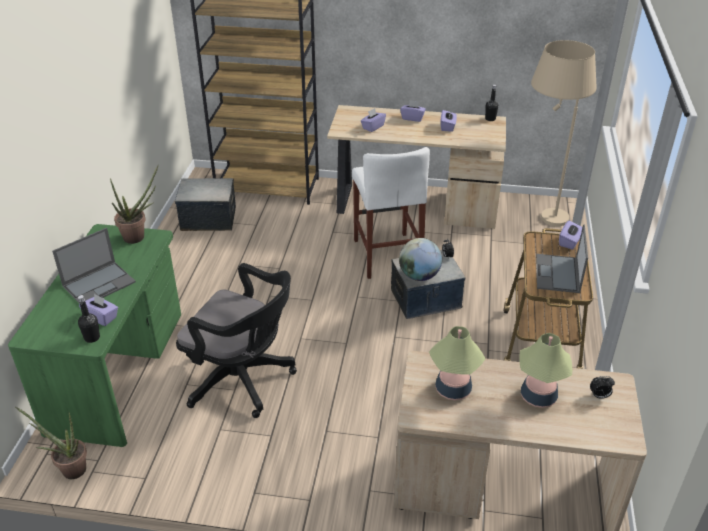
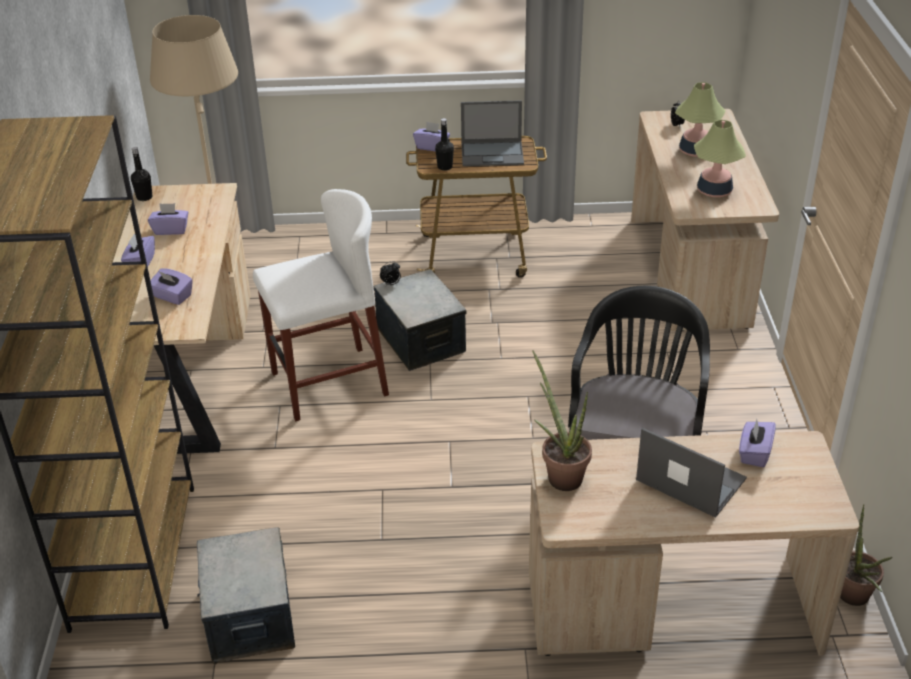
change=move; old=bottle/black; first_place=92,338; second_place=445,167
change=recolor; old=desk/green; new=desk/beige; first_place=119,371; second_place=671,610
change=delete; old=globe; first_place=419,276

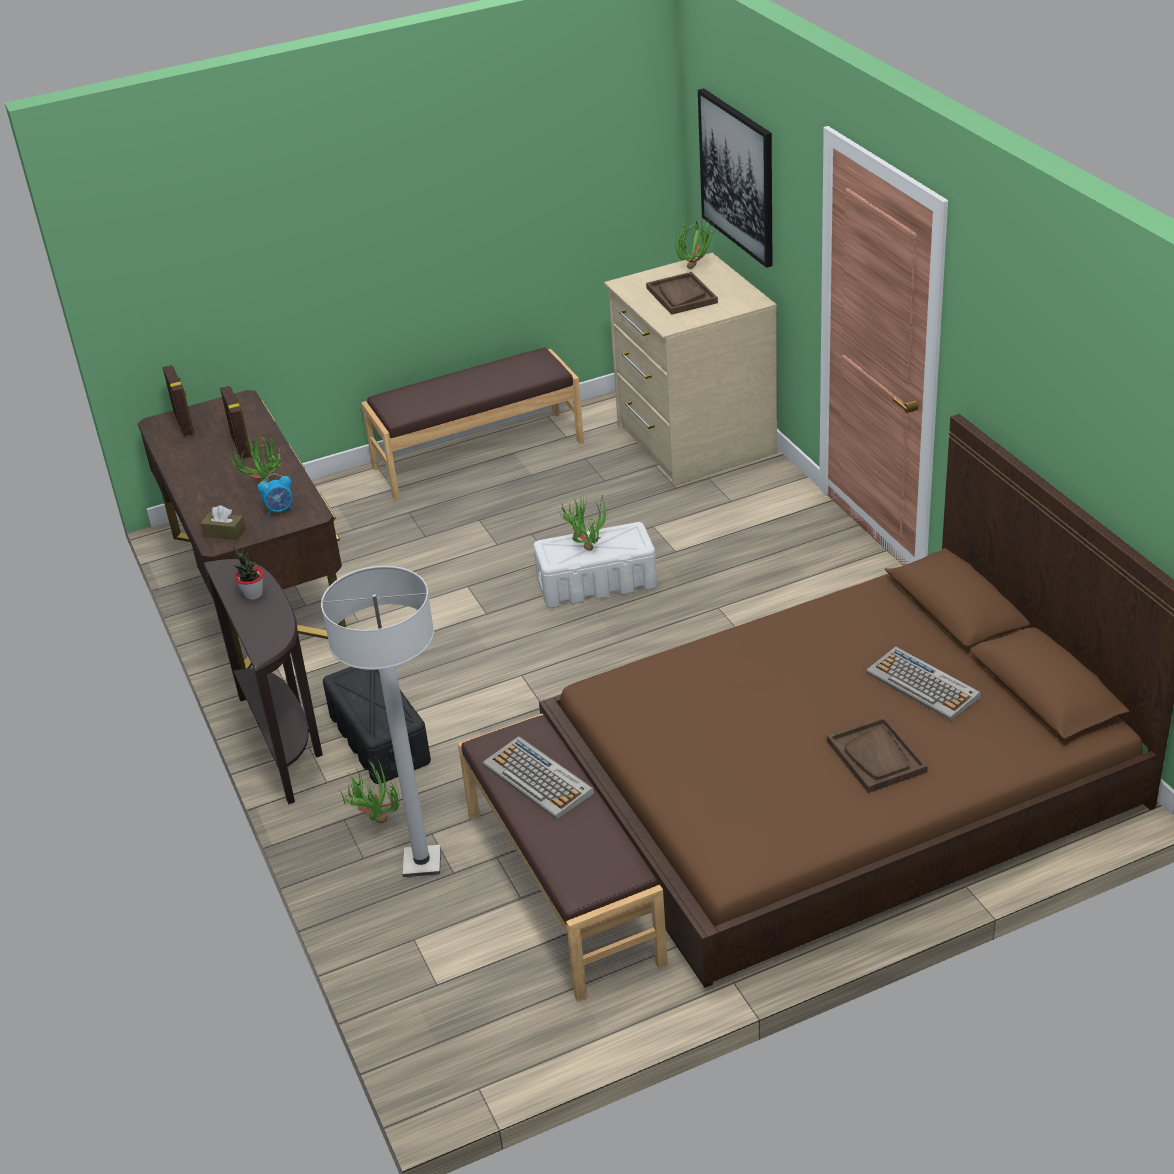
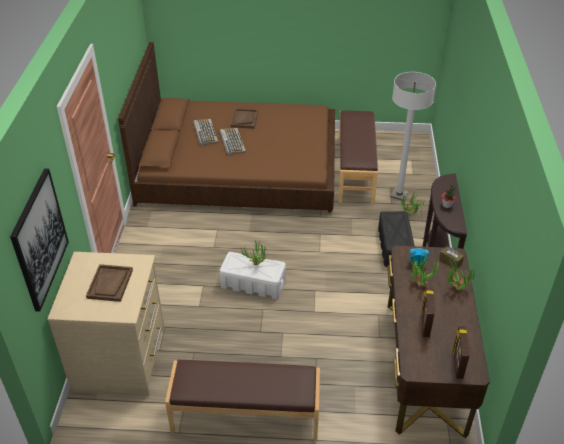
change=move; old=keyboard; first_place=539,779; second_place=232,141
change=move; old=potted plant; first_place=696,266; second_place=454,289

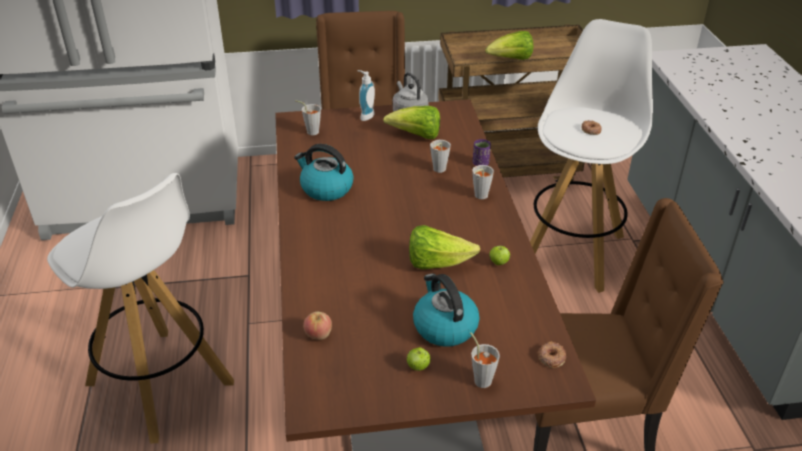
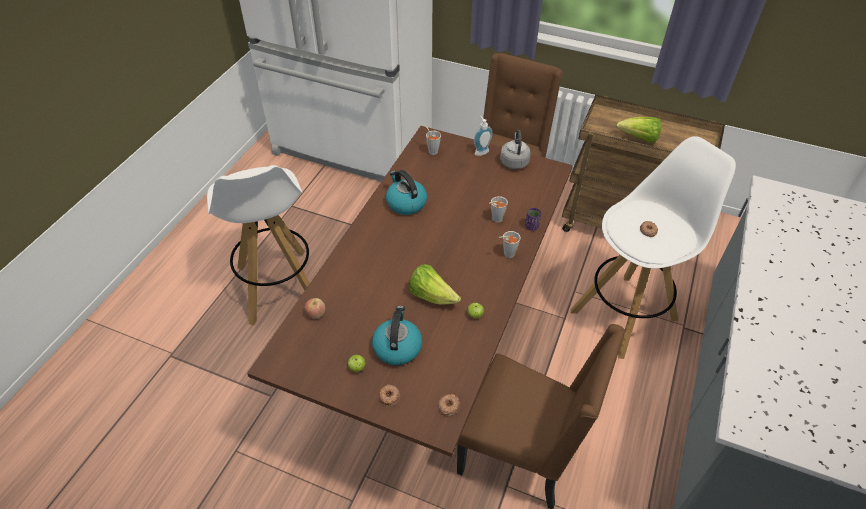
change=replace; old=cup/grey; new=donut; first_place=481,378; second_place=389,396
change=delete; old=lettuce; first_place=416,136

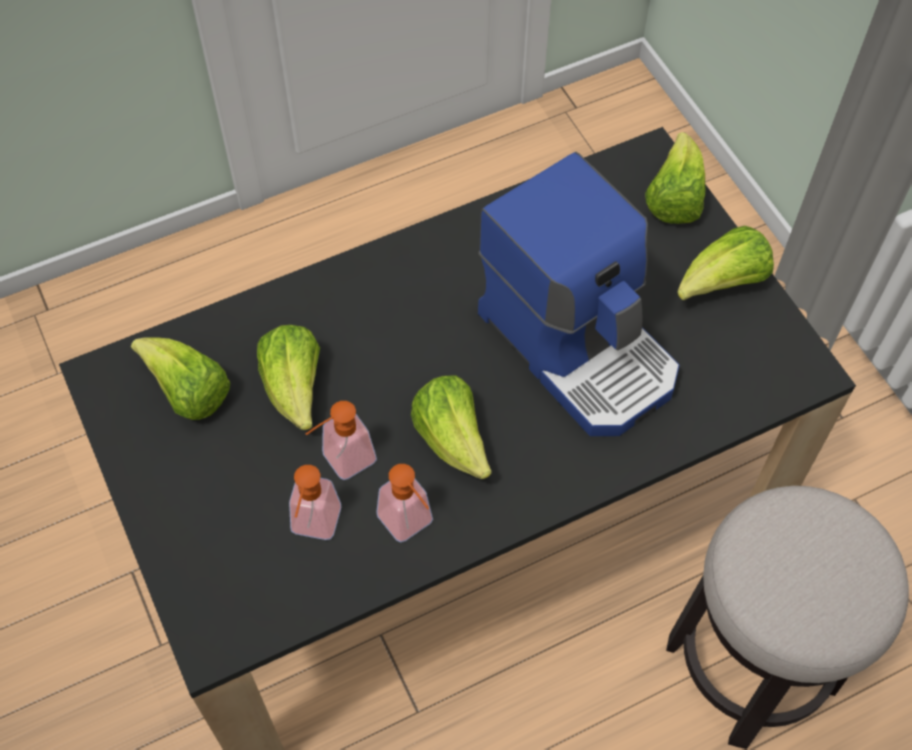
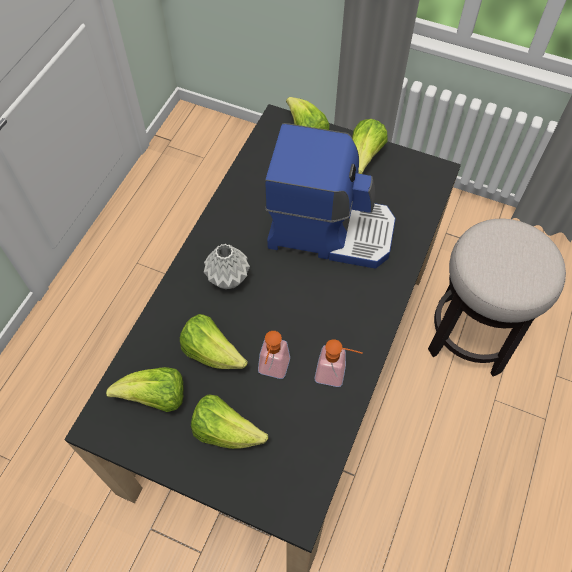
change=move; old=lettuce; first_place=452,439; second_place=225,431
change=insert; new=vase/grey; second_place=227,278
change=delete; old=soap dispenser; first_place=313,528

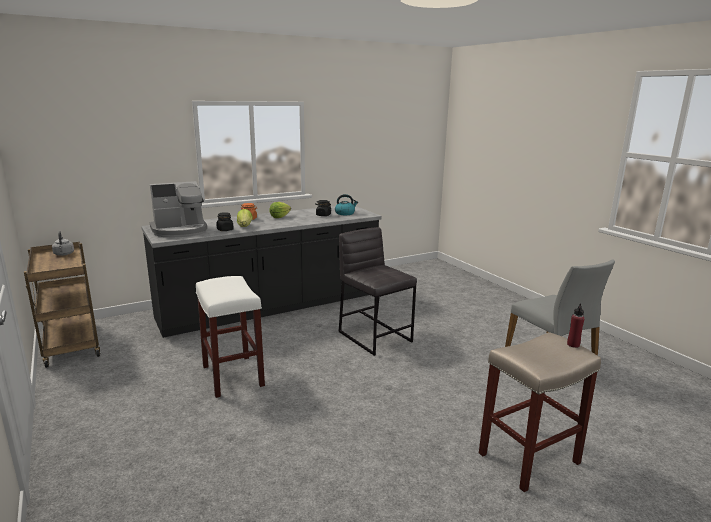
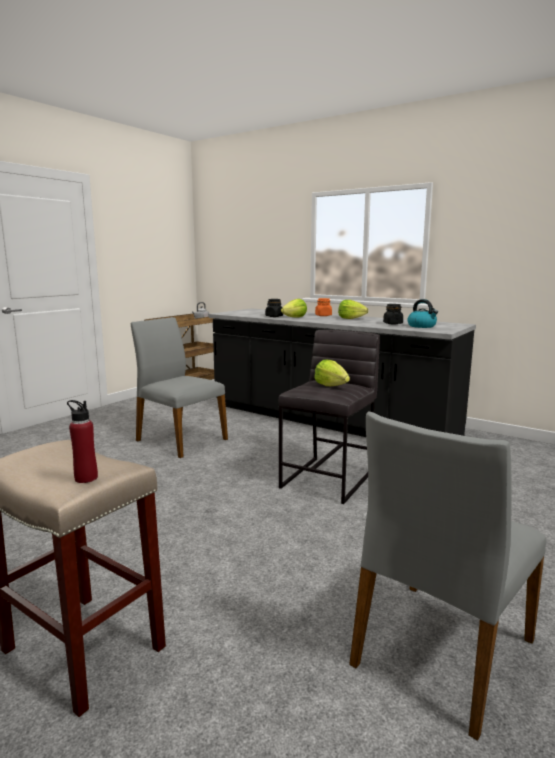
change=replace; old=stool/white; new=chair/grey; first_place=232,375; second_place=180,440
change=insert; new=lettuce; second_place=331,385
change=delete; old=coffee machine; first_place=180,231

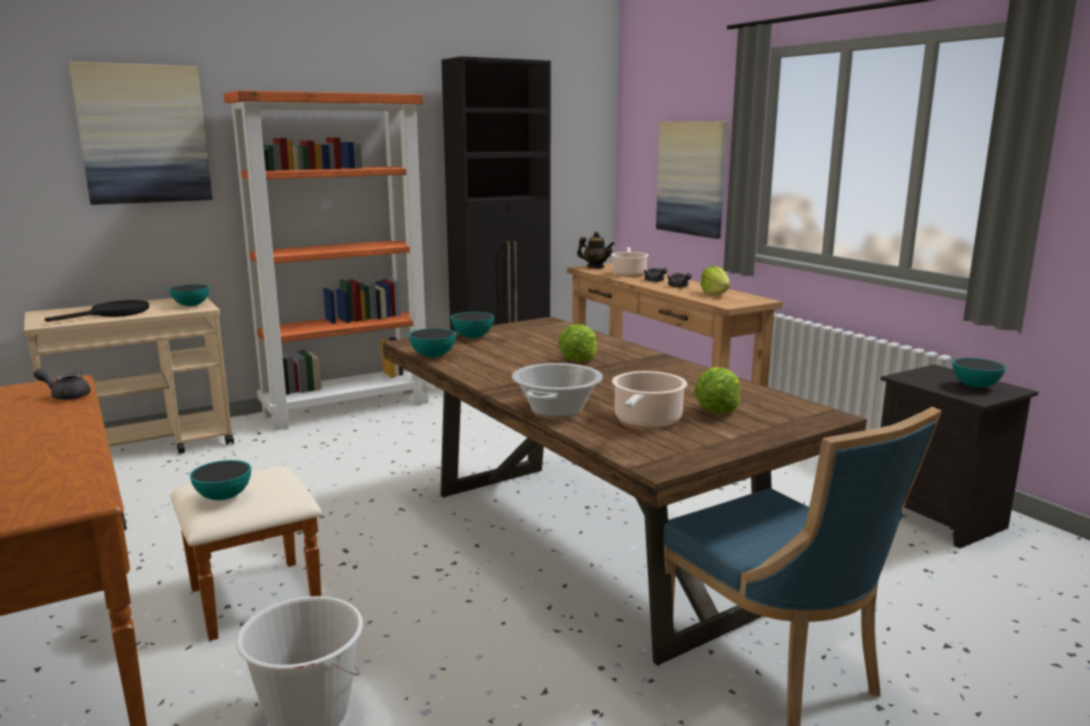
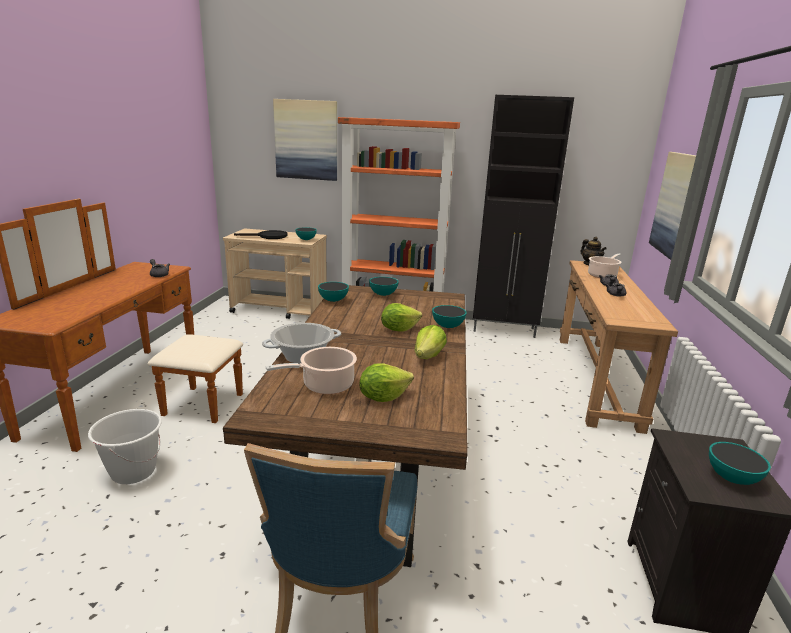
change=move; old=lettuce; first_place=715,294; second_place=428,356
change=move; old=bowl; first_place=223,497; second_place=447,326

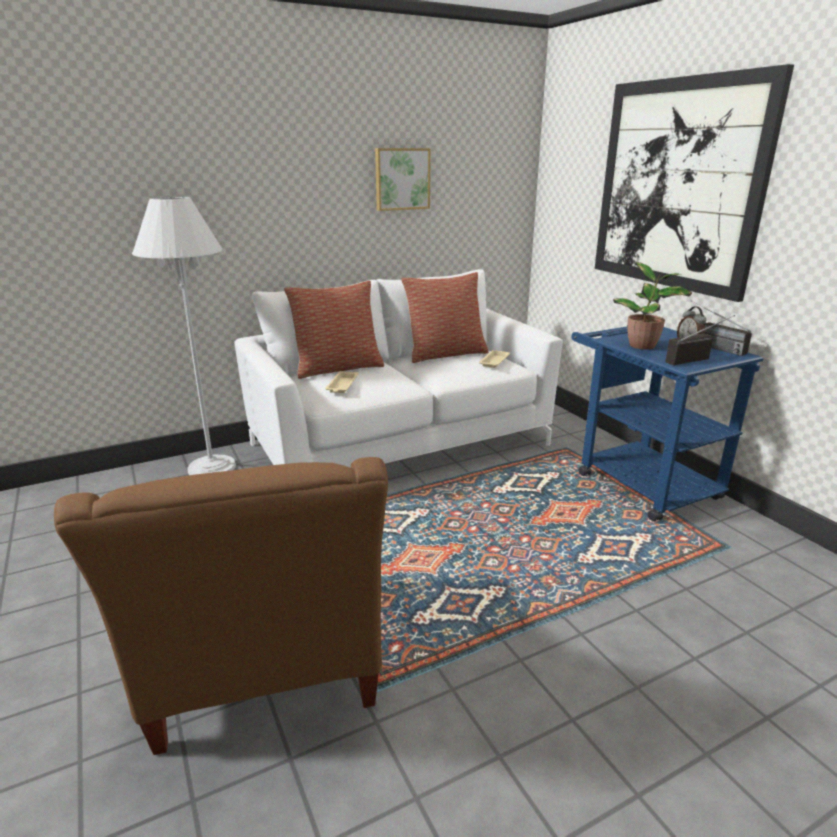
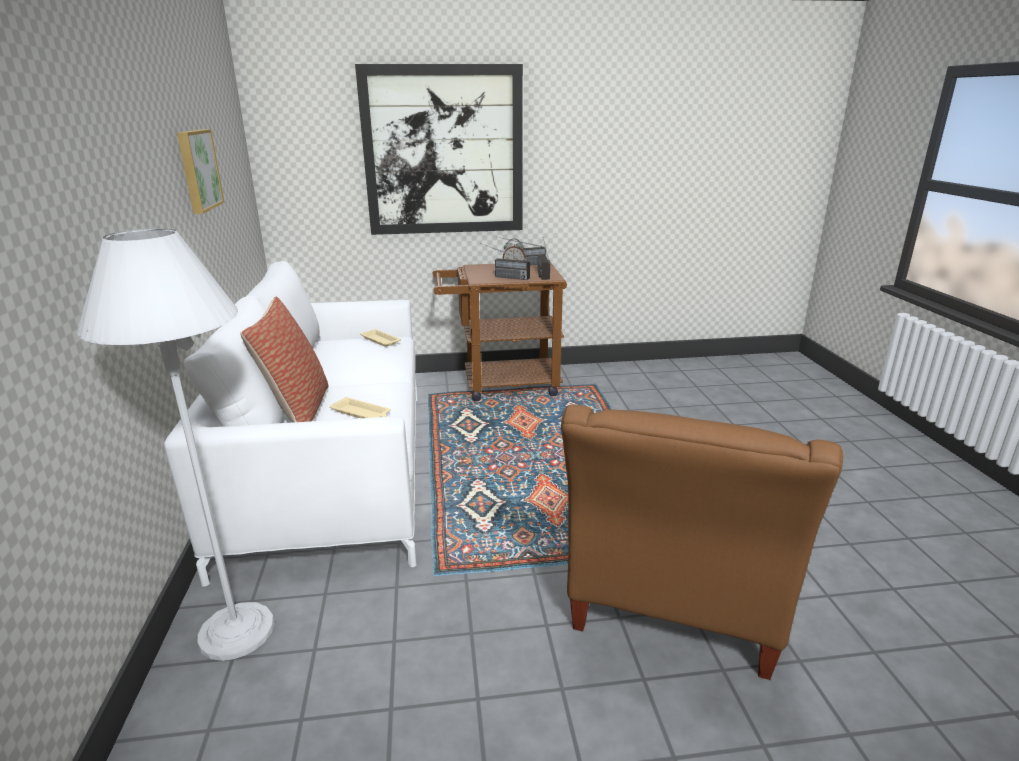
change=recolor; old=cart/blue; new=cart/brown; first_place=638,480; second_place=501,385
change=replace; old=potted plant; new=radio; first_place=644,346; second_place=503,277
change=rotate; old=armchair/brown; first_place=265,675; second_place=673,609; degrees=105
change=delete; old=pillow; first_place=445,354

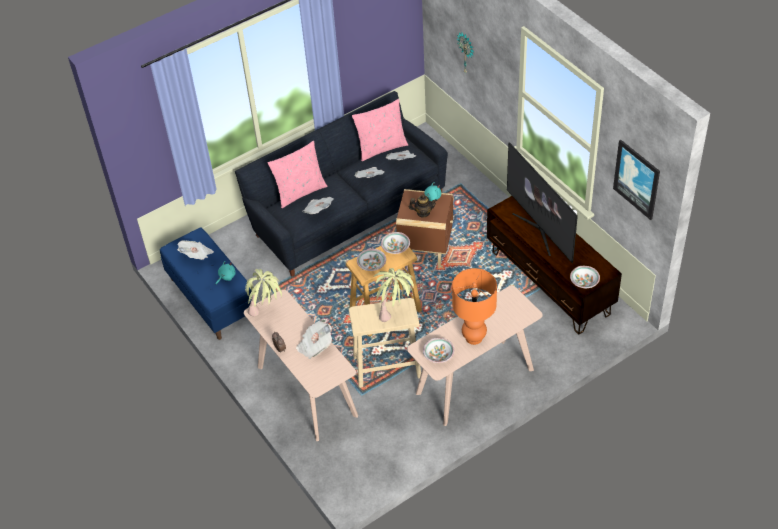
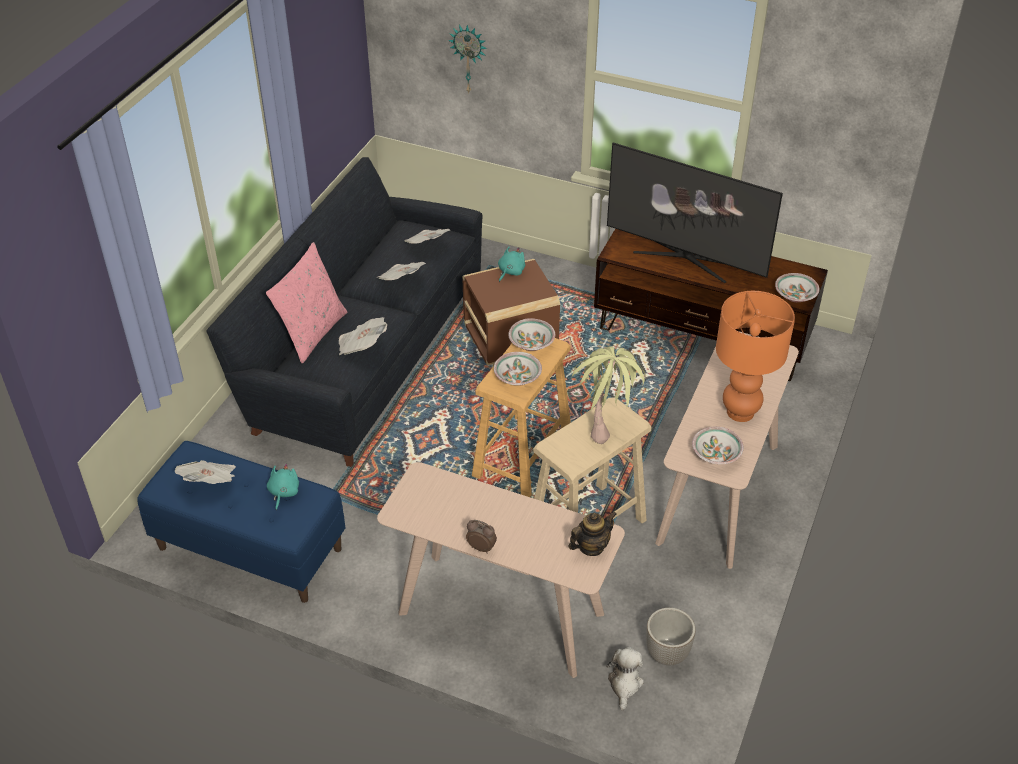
change=move; old=teapot; first_place=423,213; second_place=591,546
change=insert; new=plush toy; second_place=625,684
change=insert; new=planter; second_place=667,654
change=delete; old=potted plant; first_place=267,313
change=delete; old=newspaper; first_place=315,346
change=delete; old=pillow/pink; first_place=381,147
change=delete; old=picture; first_place=637,179

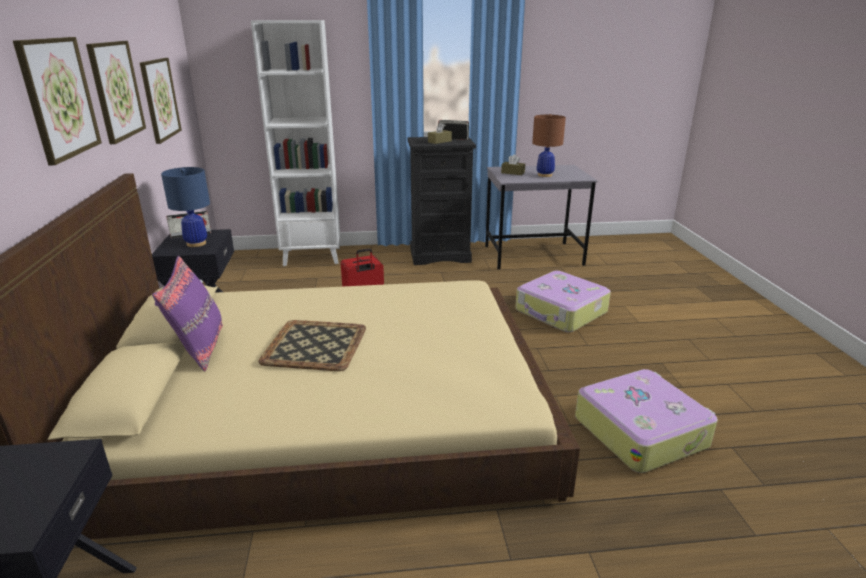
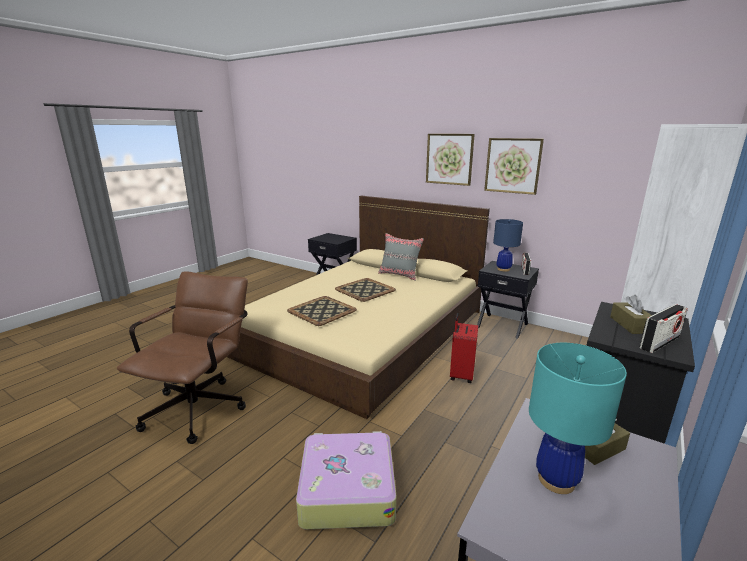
change=replace; old=suitcase; new=office chair/brown; first_place=640,431; second_place=201,405
change=insert; new=tray; second_place=322,311
change=recolor; old=pillow/purple; new=pillow/grey; first_place=199,348; second_place=399,275
change=recolor; old=table lamp/brown; new=table lamp/turquoise; first_place=545,175; second_place=556,480
change=delete; old=picture; first_place=160,99

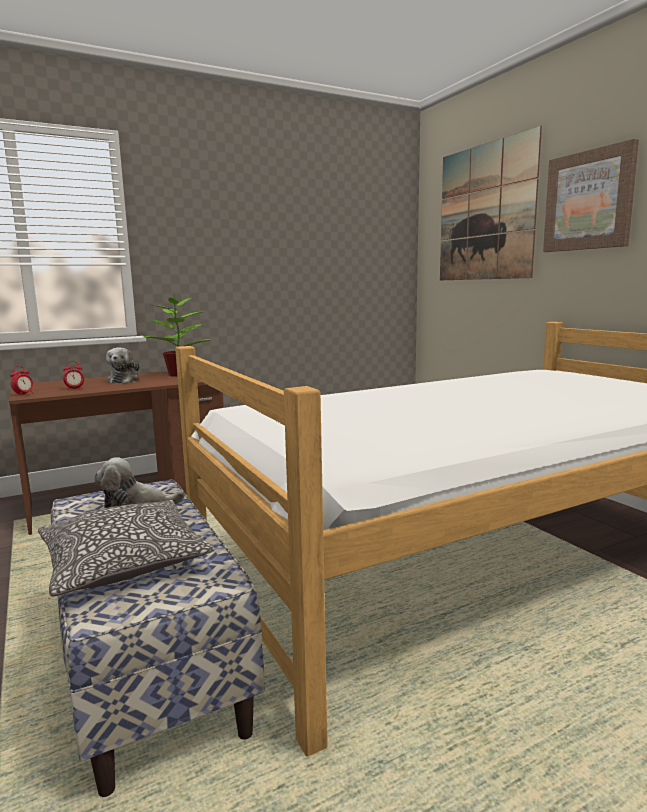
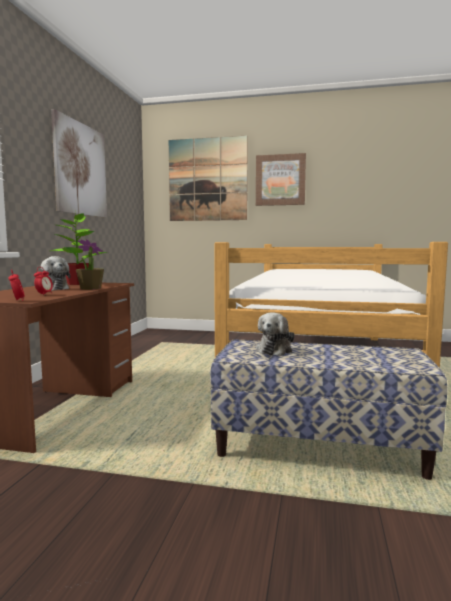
change=insert; new=picture; second_place=80,169
change=insert; new=potted plant; second_place=90,288
change=delete; old=pillow; first_place=124,562

